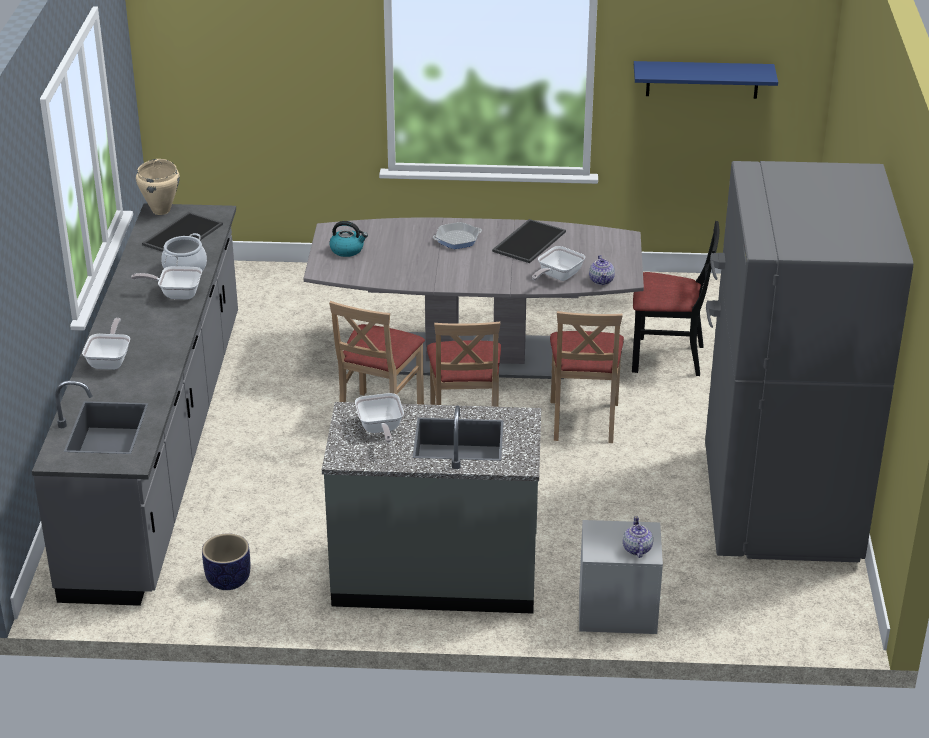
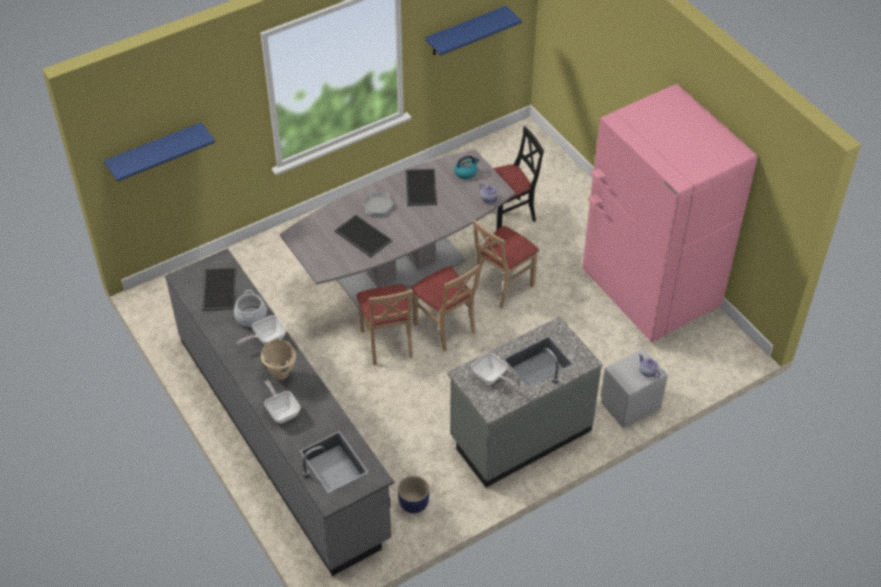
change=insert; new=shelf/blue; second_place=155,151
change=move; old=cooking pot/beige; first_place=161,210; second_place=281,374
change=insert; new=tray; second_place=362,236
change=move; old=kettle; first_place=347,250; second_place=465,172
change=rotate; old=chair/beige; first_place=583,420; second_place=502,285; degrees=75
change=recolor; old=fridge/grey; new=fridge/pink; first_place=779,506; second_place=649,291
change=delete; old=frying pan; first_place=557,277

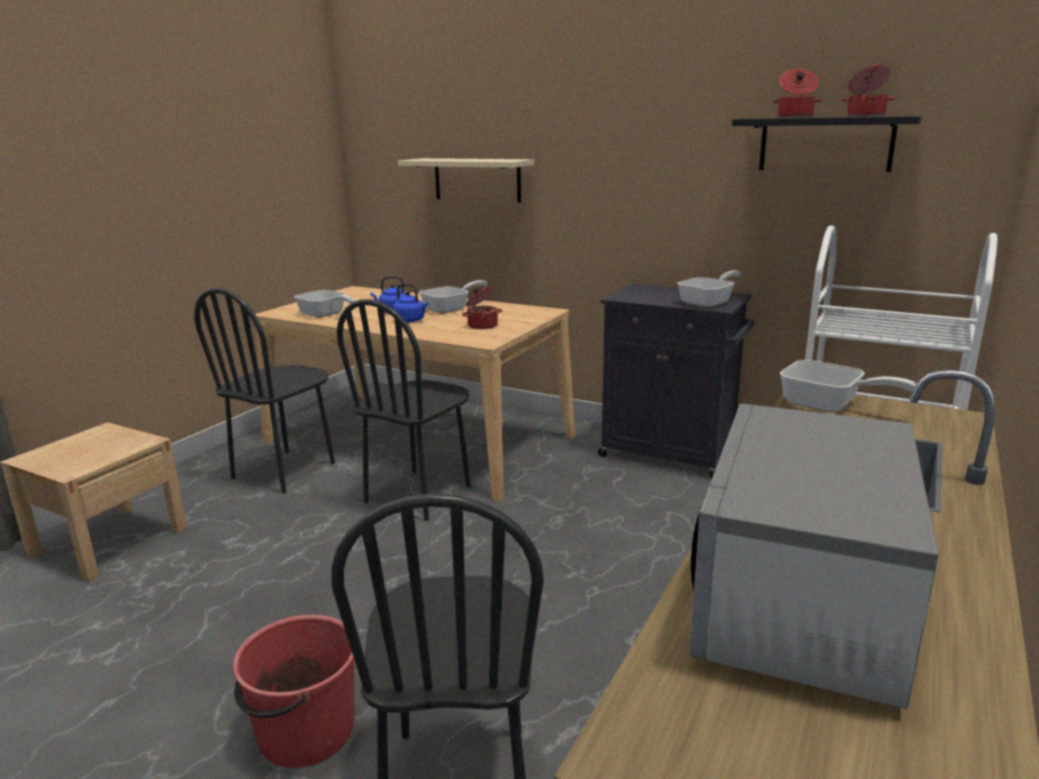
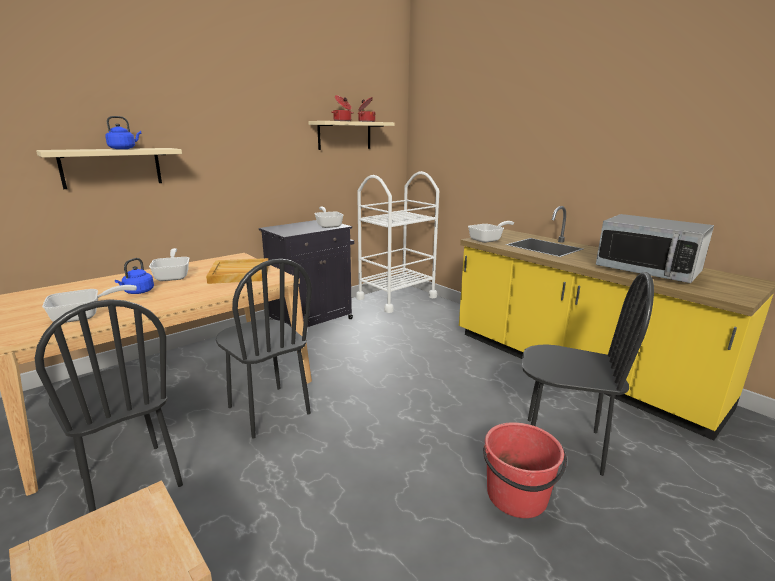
change=move; old=kettle/blue; first_place=411,320; second_place=124,149
change=replace; old=cooking pot; new=tray/beige; first_place=482,325; second_place=239,274
change=recolor; old=shelf/black; new=shelf/beige; first_place=825,144; second_place=344,135

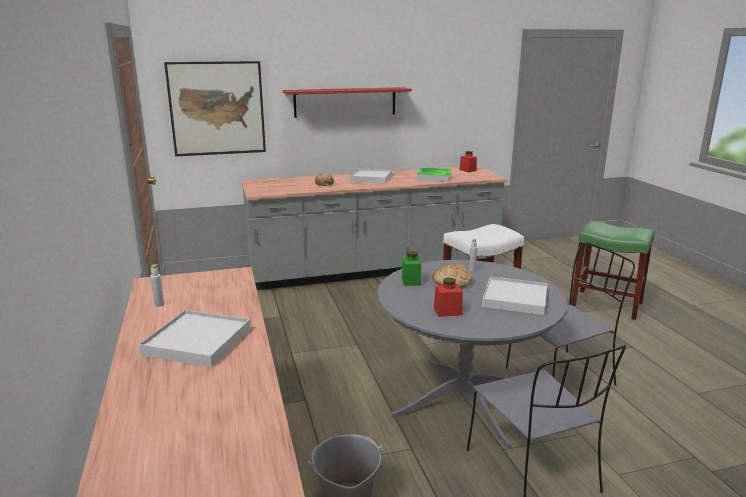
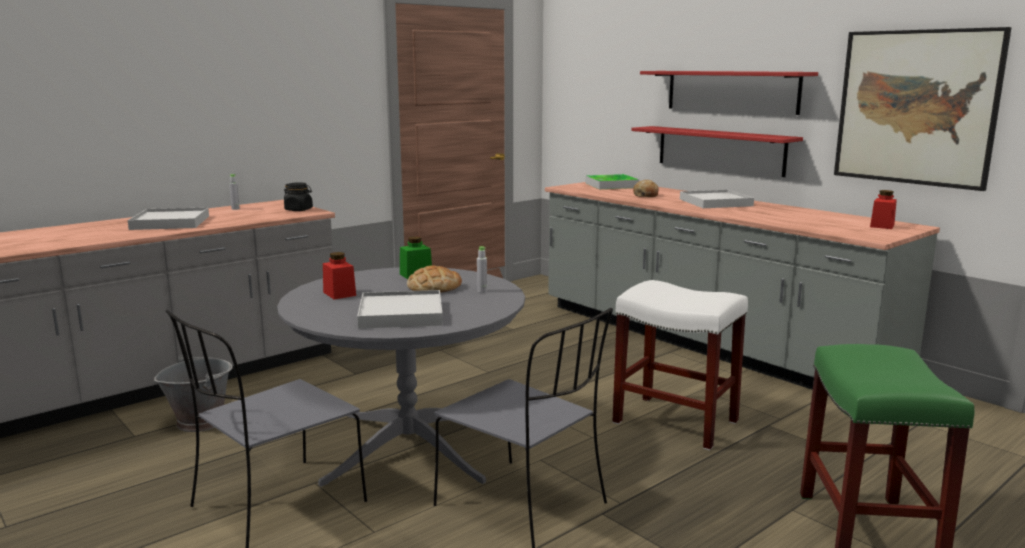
change=insert; new=jar/black; second_place=299,210
change=move; old=tray; first_place=434,177; second_place=611,185
change=insert; new=shelf/red; second_place=720,150
change=move; old=picture; first_place=217,108; second_place=916,107

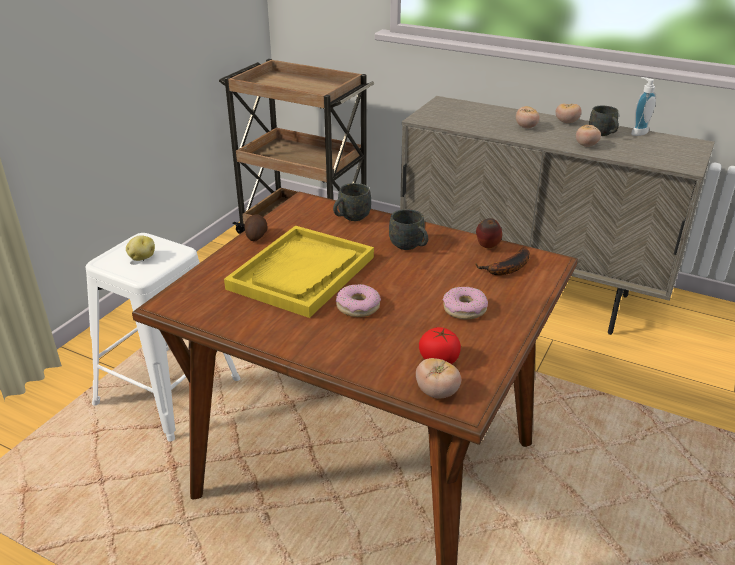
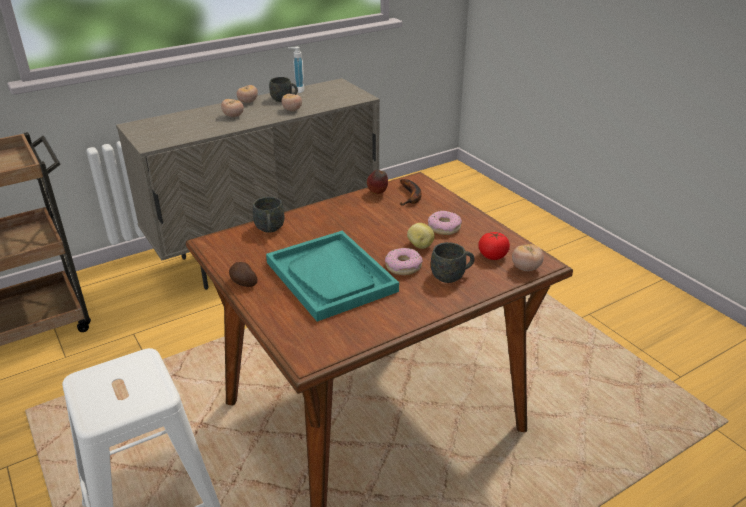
change=recolor; old=tray/yellow; new=tray/turquoise; first_place=302,273; second_place=331,277
change=move; old=potato; first_place=142,258; second_place=420,245
change=move; old=mug/grey; first_place=409,246; second_place=452,276

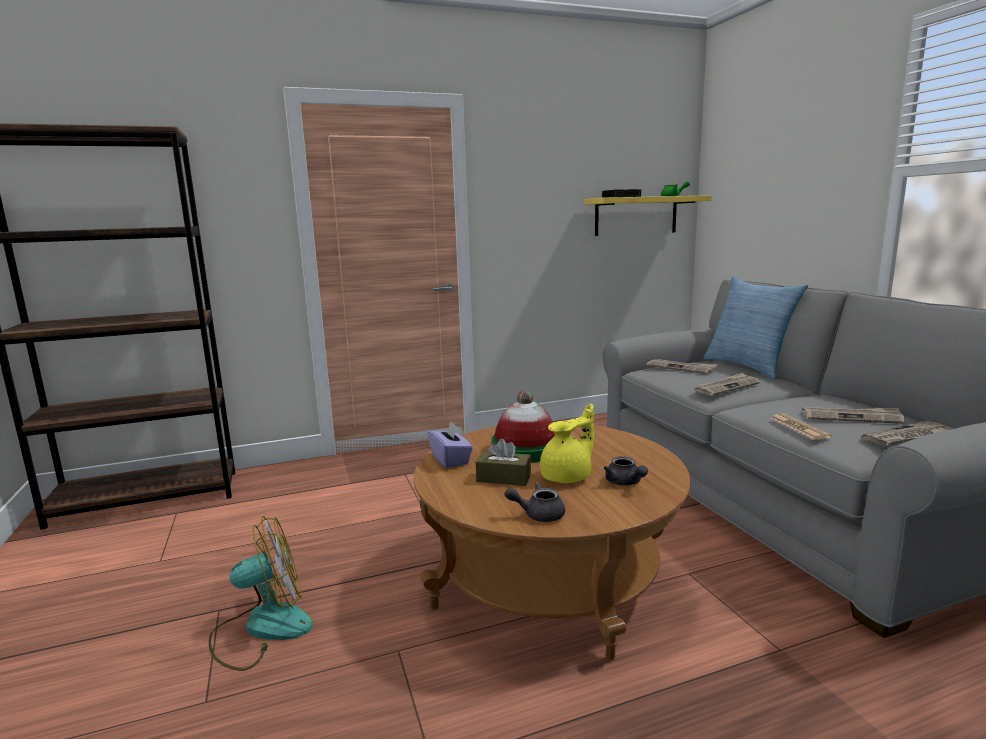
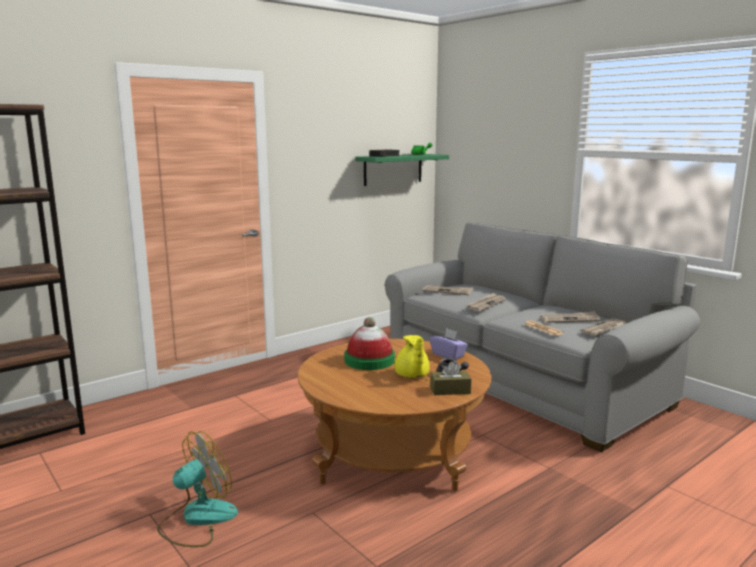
change=recolor; old=shelf/yellow; new=shelf/green; first_place=636,216; second_place=393,169
change=rotate; old=teapot/yellow; first_place=568,477; second_place=412,375; degrees=135
change=move; old=tissue box/purple; first_place=450,460; second_place=448,355
change=move; old=tissue box/brown; first_place=503,478; second_place=450,390
change=delete; old=teapot/grey; first_place=538,514
change=delete; old=pillow; first_place=749,366

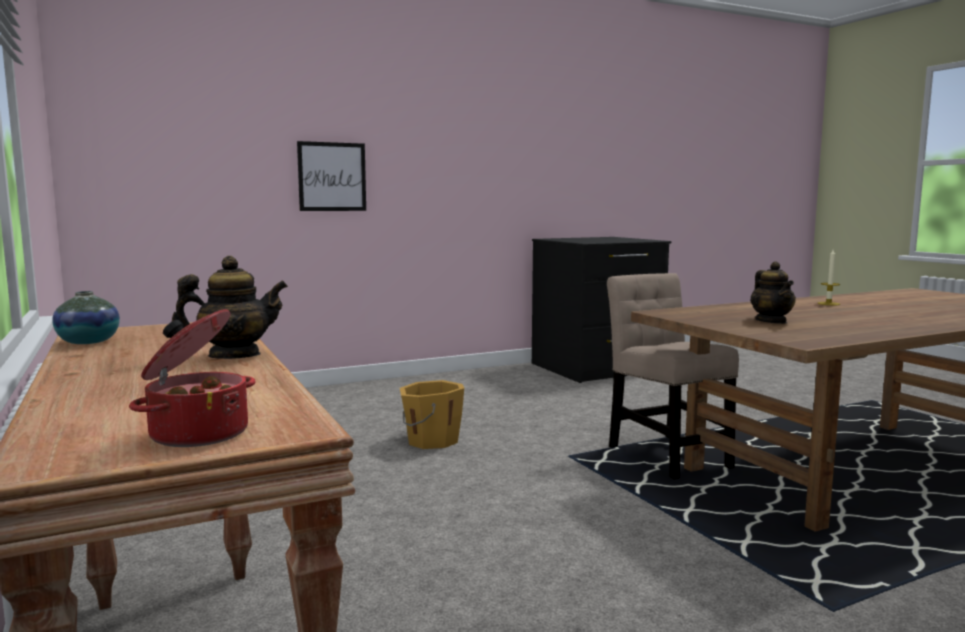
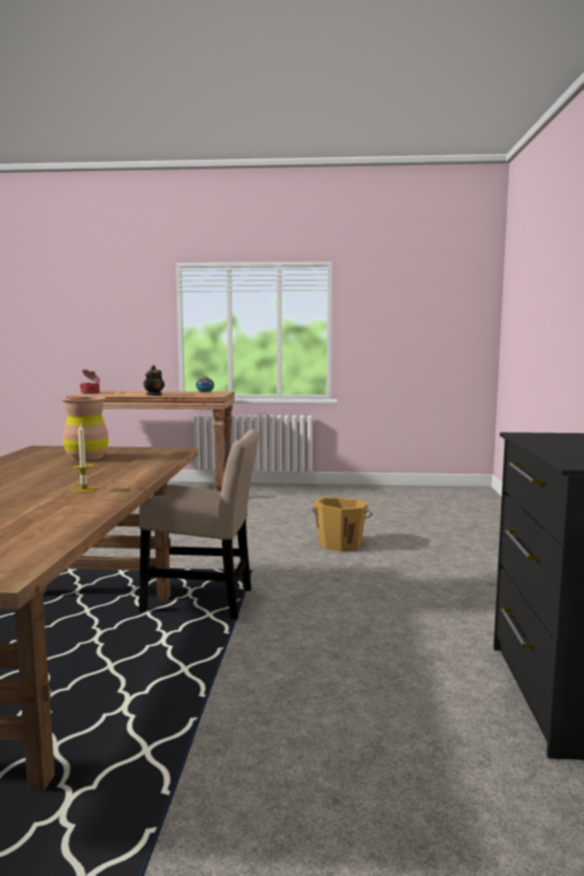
change=replace; old=teapot; new=vase/brown; first_place=771,321; second_place=86,457
change=delete; old=picture; first_place=332,176

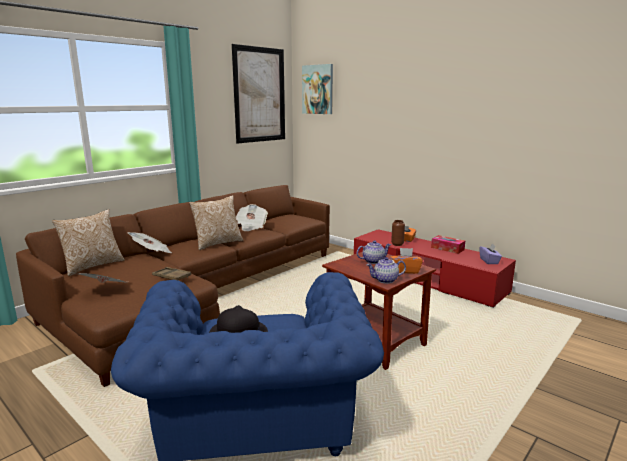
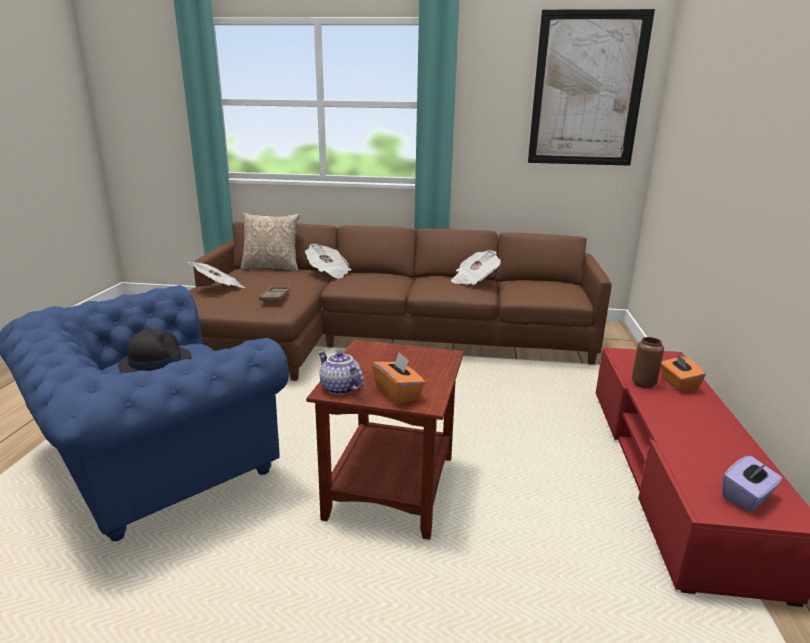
change=delete; old=pillow; first_place=217,243
change=delete; old=picture; first_place=318,89
change=delete; old=teapot; first_place=373,261
change=delete; old=tissue box; first_place=447,248

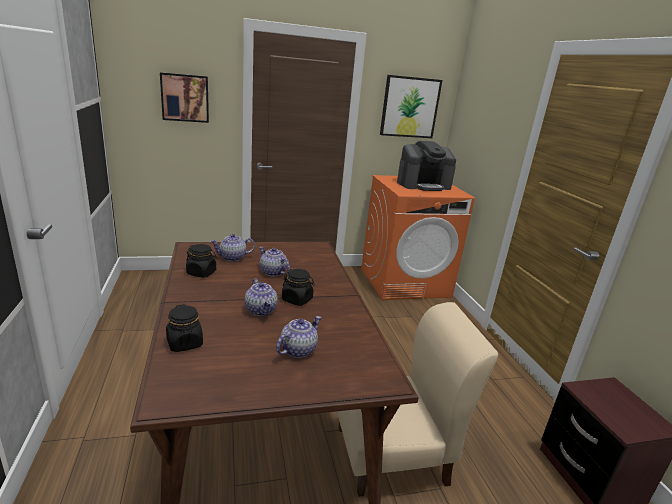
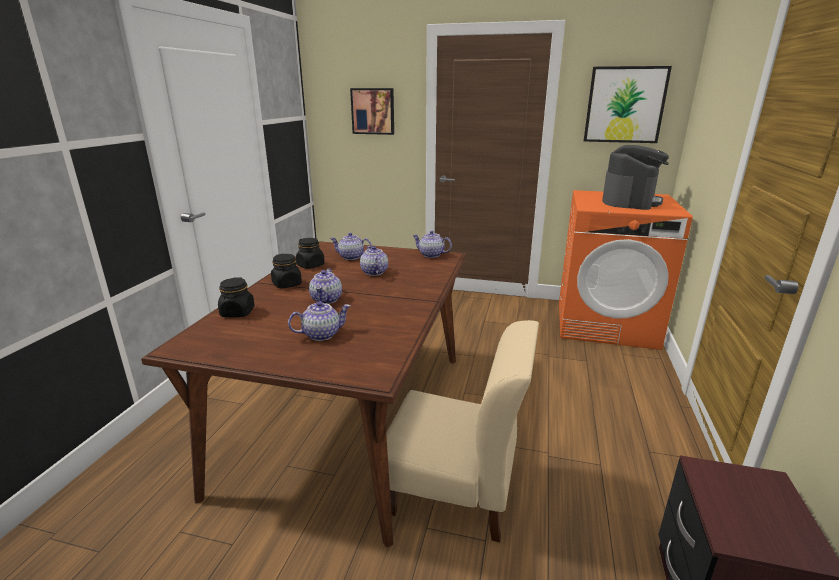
change=move; old=jar/black; first_place=297,299; second_place=287,284
change=insert; new=teapot; second_place=431,255
change=rotate; old=coffee machine; first_place=423,185; second_place=630,201; degrees=-75

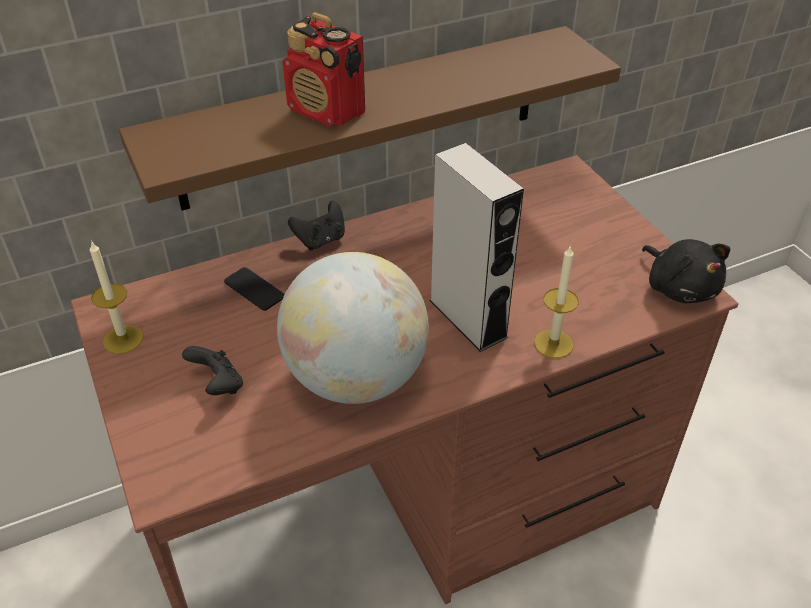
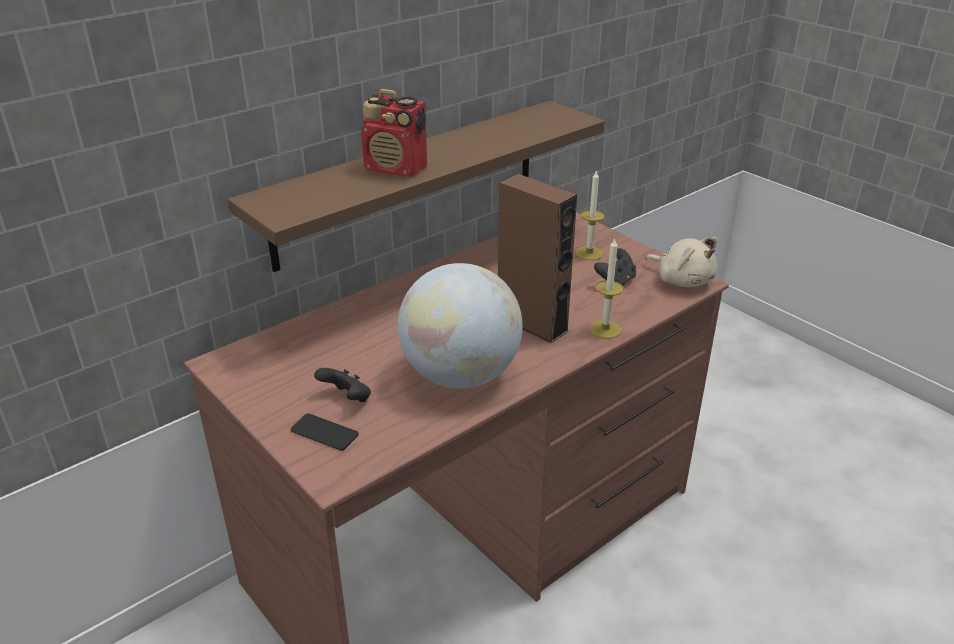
change=move; old=phone; first_place=254,289; second_place=324,432
change=recolor; old=speaker/grey; new=speaker/brown; first_place=468,318; second_place=532,323
change=move; old=candle; first_place=123,339; second_place=589,253
change=move; old=game controller/black; first_place=321,240; second_place=616,282
change=recolor; old=plush toy/black; new=plush toy/beige; first_place=680,287; second_place=682,280

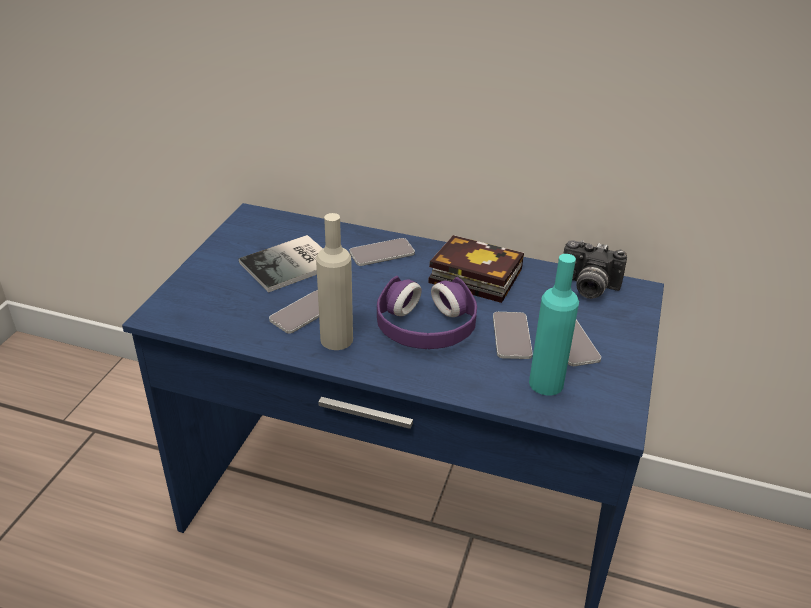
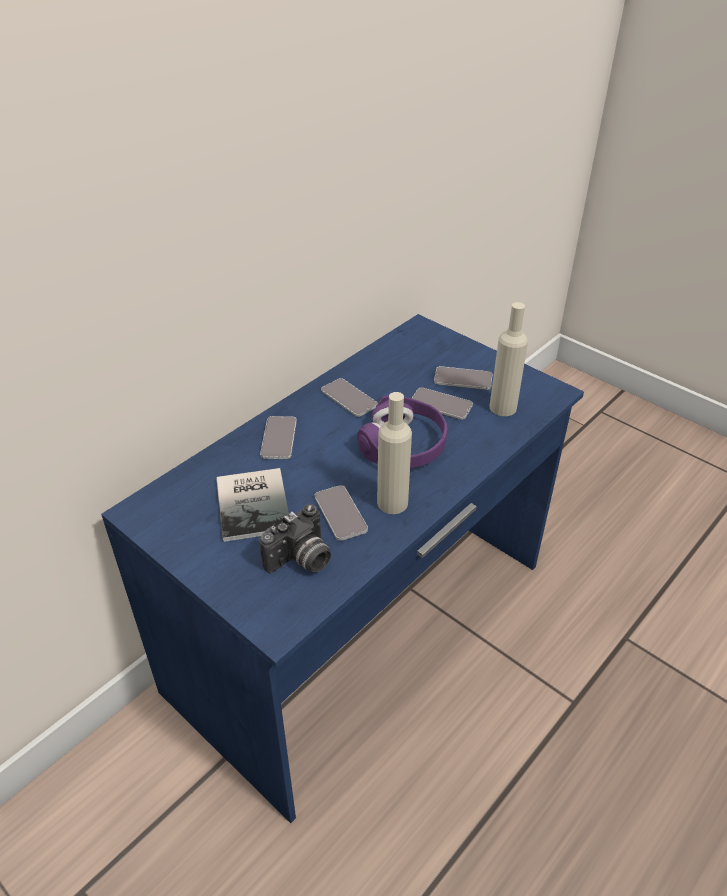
change=move; old=photo camera; first_place=587,288; second_place=301,560
change=replace; old=book; new=phone; first_place=471,275; second_place=349,398
change=recolor; old=bottle/turquoise; new=bottle/beige; first_place=546,383; second_place=503,407

